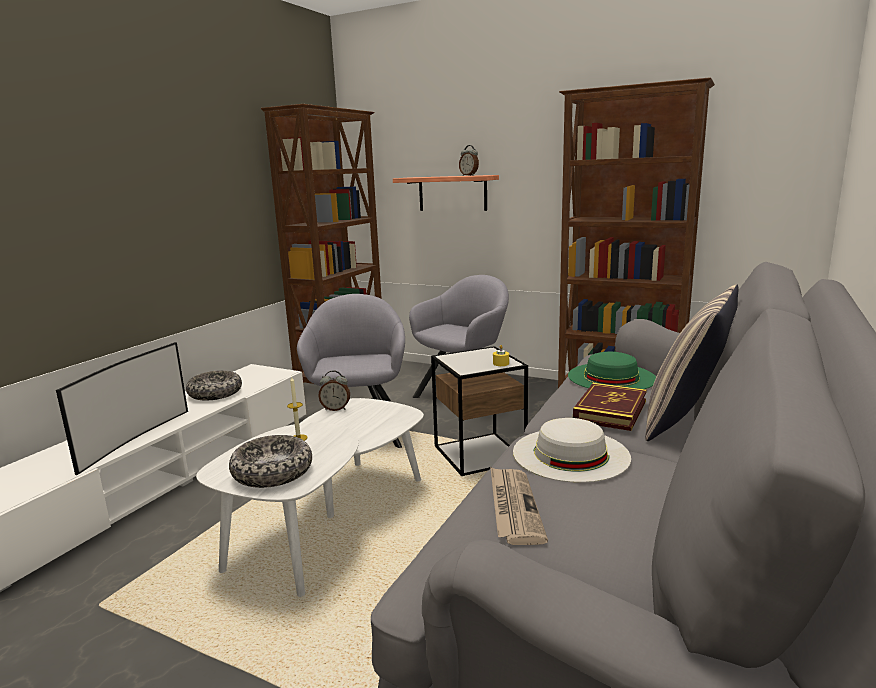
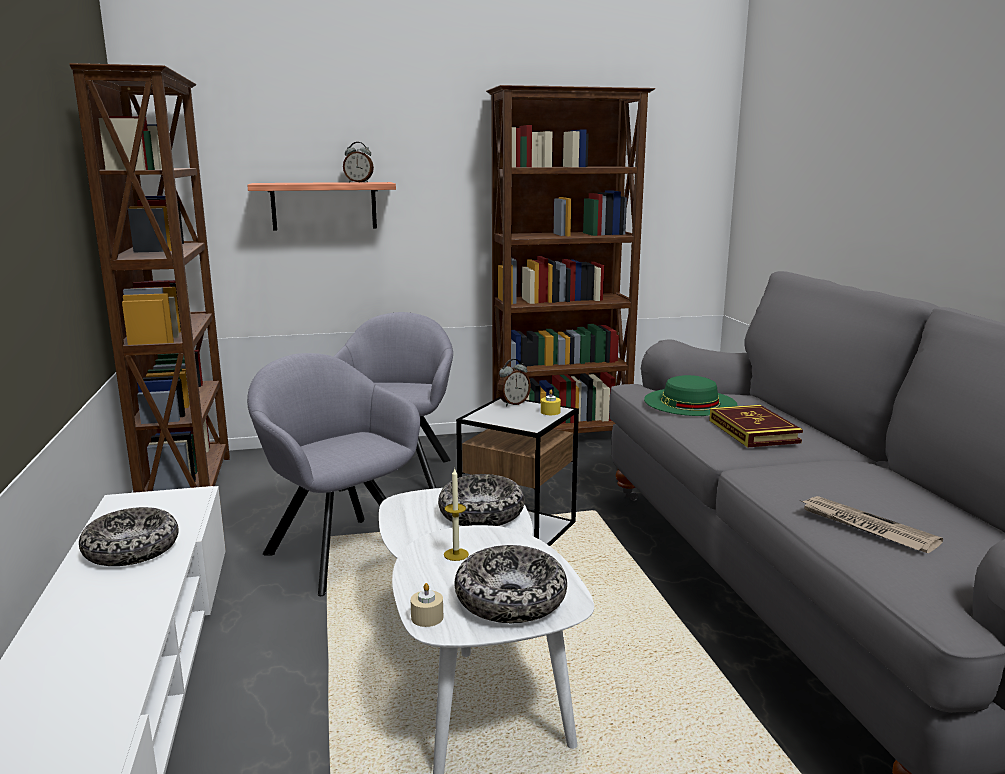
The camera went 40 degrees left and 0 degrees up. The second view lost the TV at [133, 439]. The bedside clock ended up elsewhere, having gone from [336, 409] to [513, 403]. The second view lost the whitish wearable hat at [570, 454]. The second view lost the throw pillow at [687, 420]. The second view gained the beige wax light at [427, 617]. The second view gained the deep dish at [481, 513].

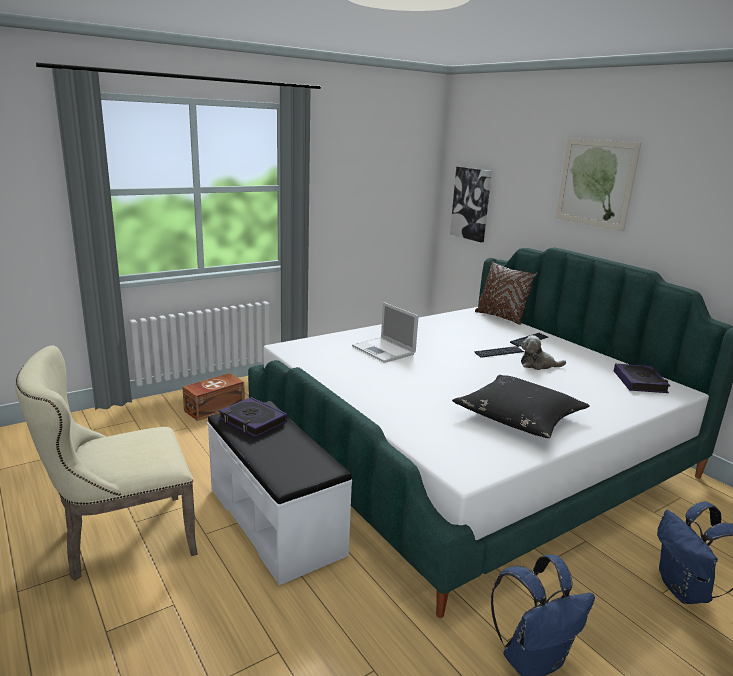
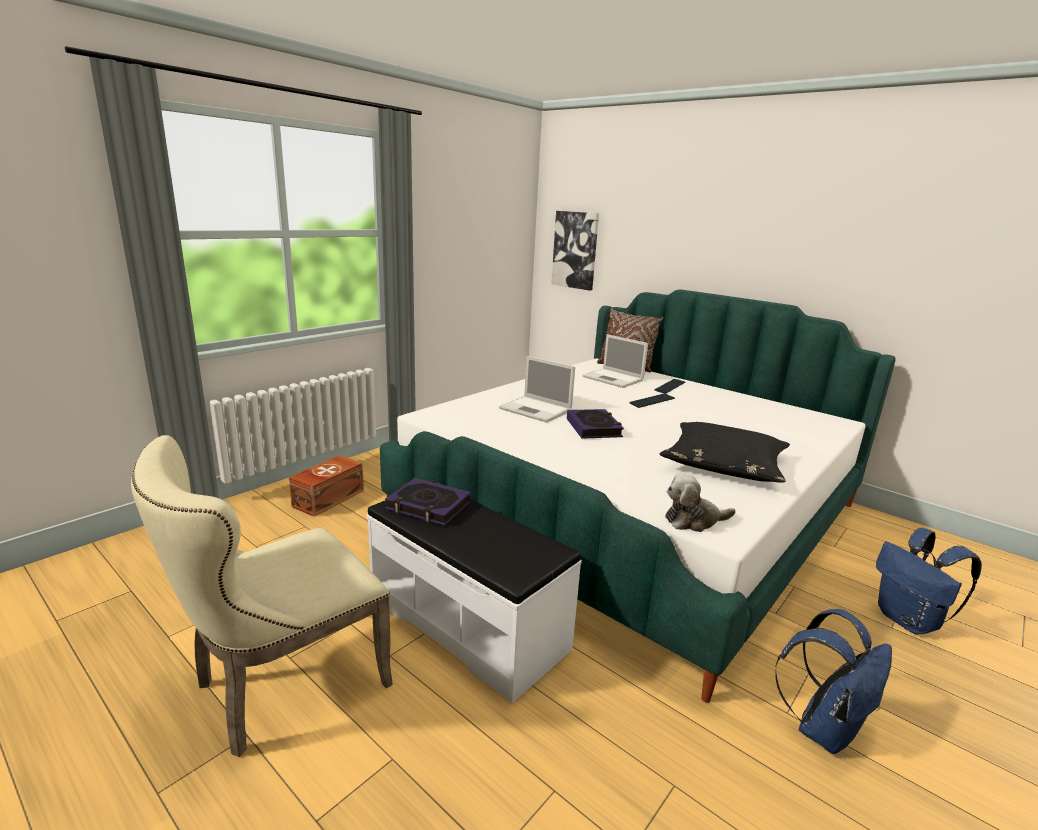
The camera went 15 degrees left and 0 degrees up. The cuddly toy ended up elsewhere, having gone from [538, 365] to [693, 520]. The second view lost the wall picture at [595, 183]. The bound book ended up elsewhere, having gone from [640, 382] to [594, 428]. The second view gained the laptop at [614, 379].

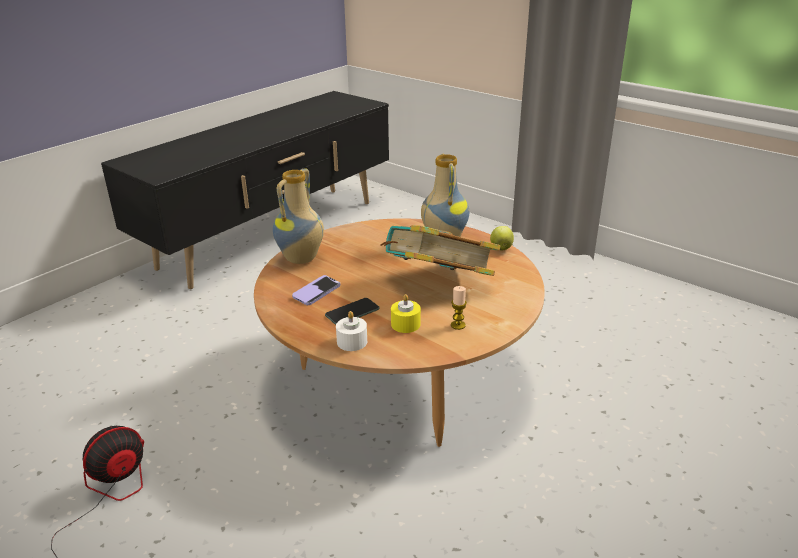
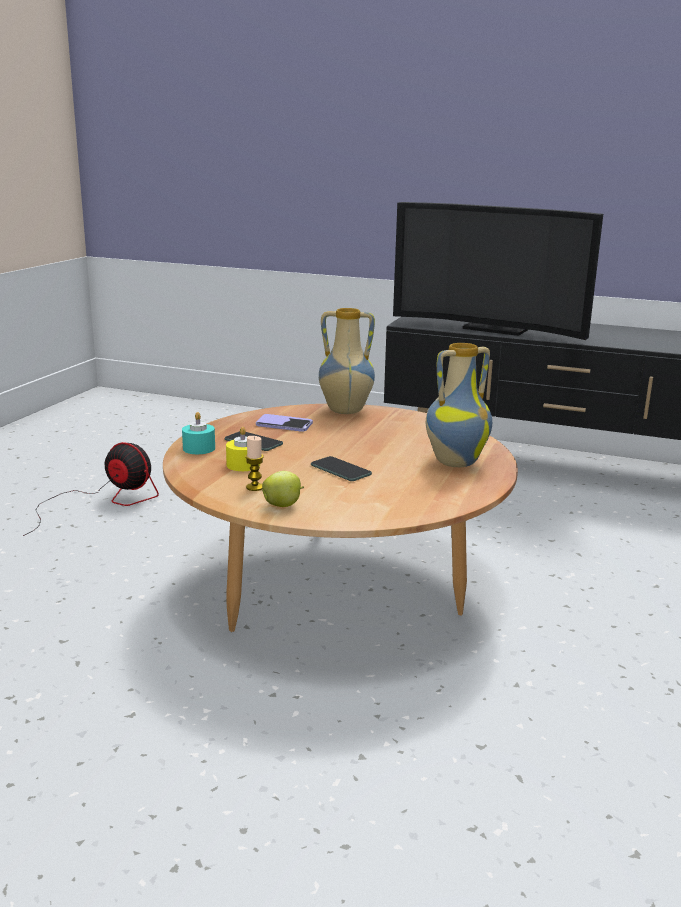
The camera went 70 degrees right and 10 degrees down. What was the whitish wax light at [352, 342] turned into the blue-green wax light at [199, 448]. Where the bound book stood at [437, 284], the handset came to stand at [340, 470]. The apple ended up elsewhere, having gone from [501, 248] to [283, 505]. The second view gained the TV at [494, 328].

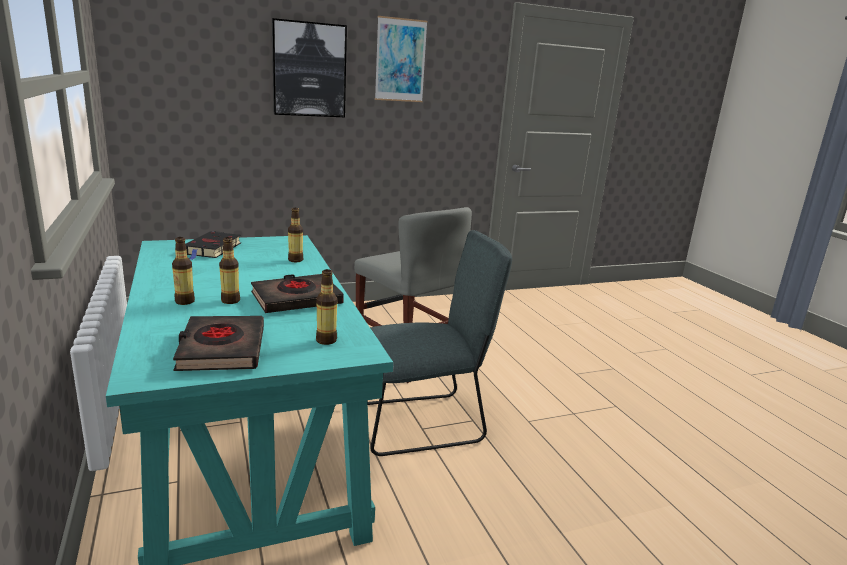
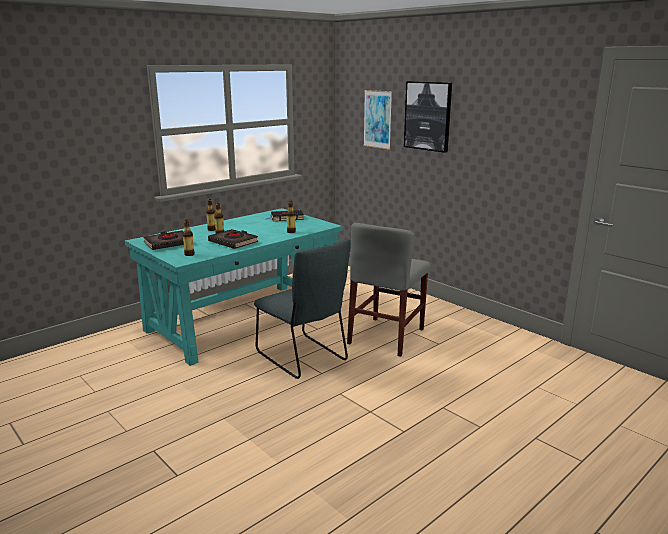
The camera went 70 degrees right and 0 degrees up. The wall picture ended up elsewhere, having gone from [400, 60] to [377, 119].

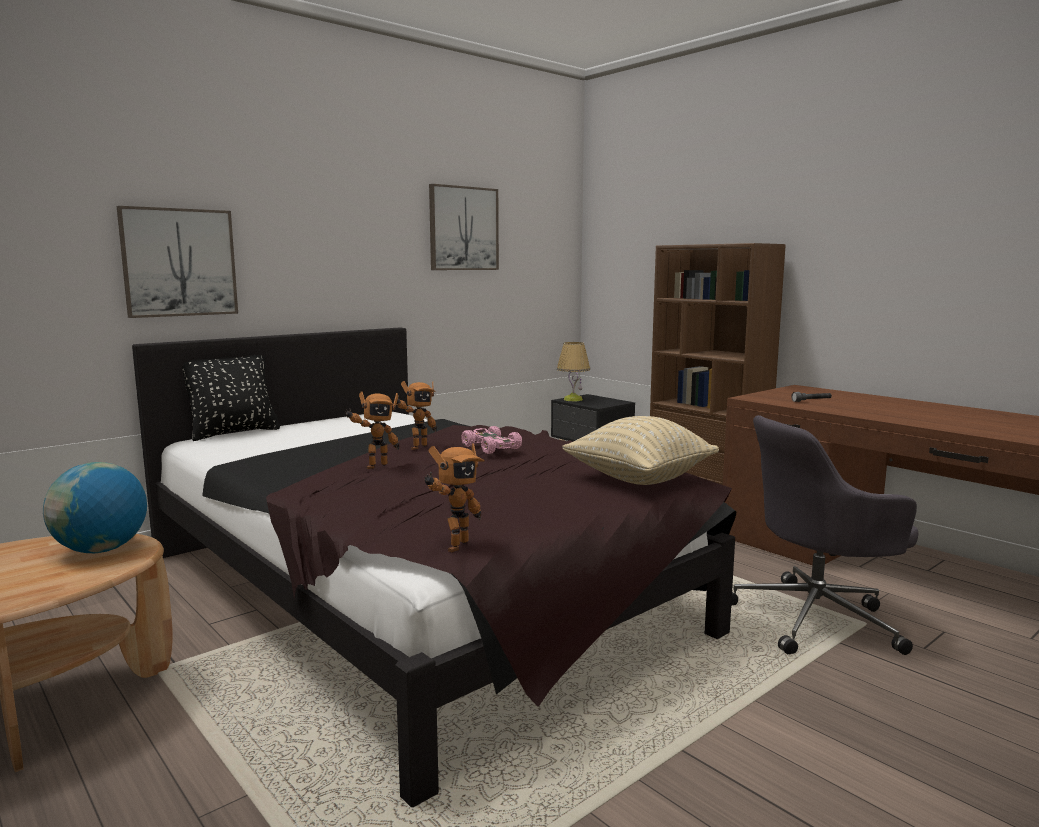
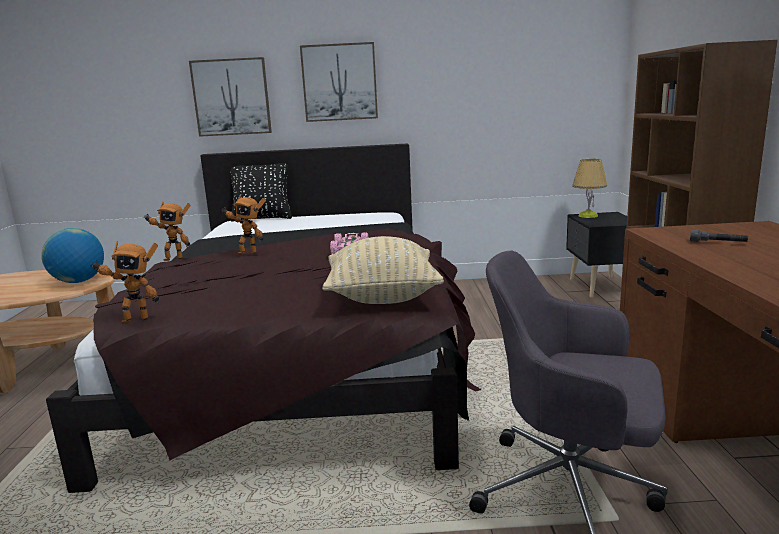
The camera went 40 degrees right and 5 degrees up. The robot figure ended up elsewhere, having gone from [416, 447] to [173, 258]. The wall picture ended up elsewhere, having gone from [463, 228] to [339, 82].

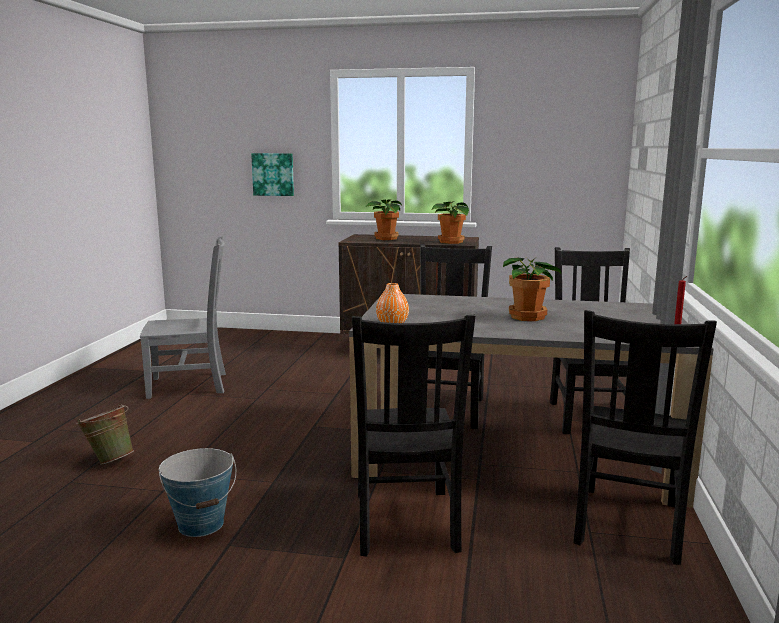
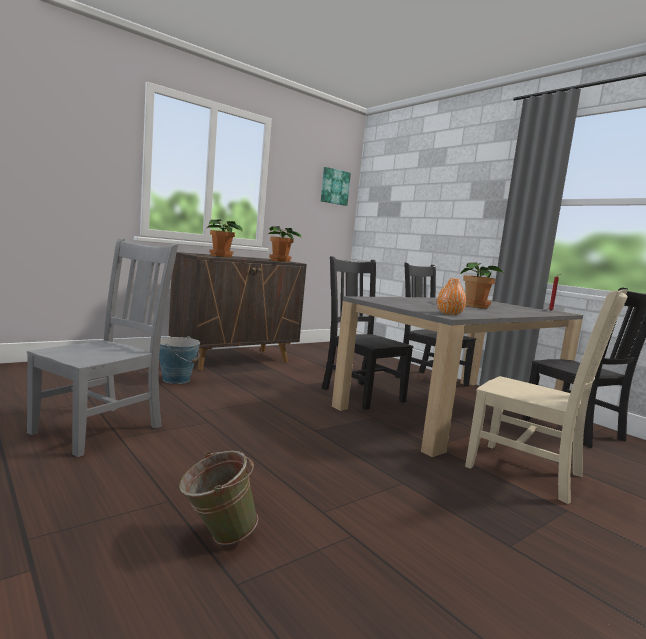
The camera went 50 degrees left and 5 degrees down. The pail ended up elsewhere, having gone from [201, 524] to [176, 379]. The wall picture ended up elsewhere, having gone from [273, 174] to [334, 186]. What was the black chair at [405, 524] turned into the beige chair at [528, 472].

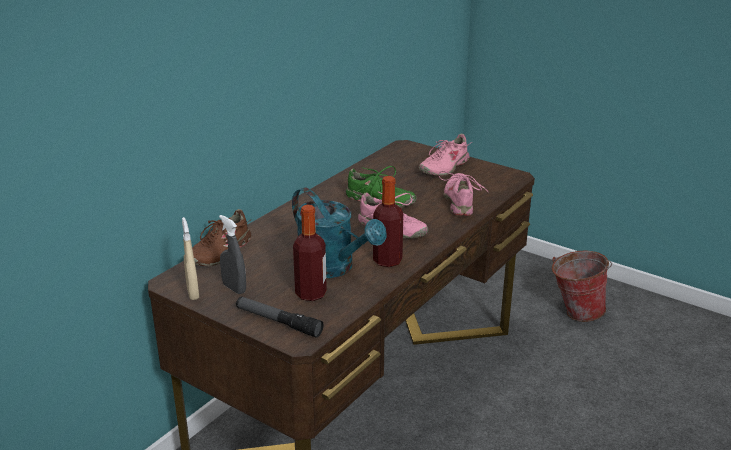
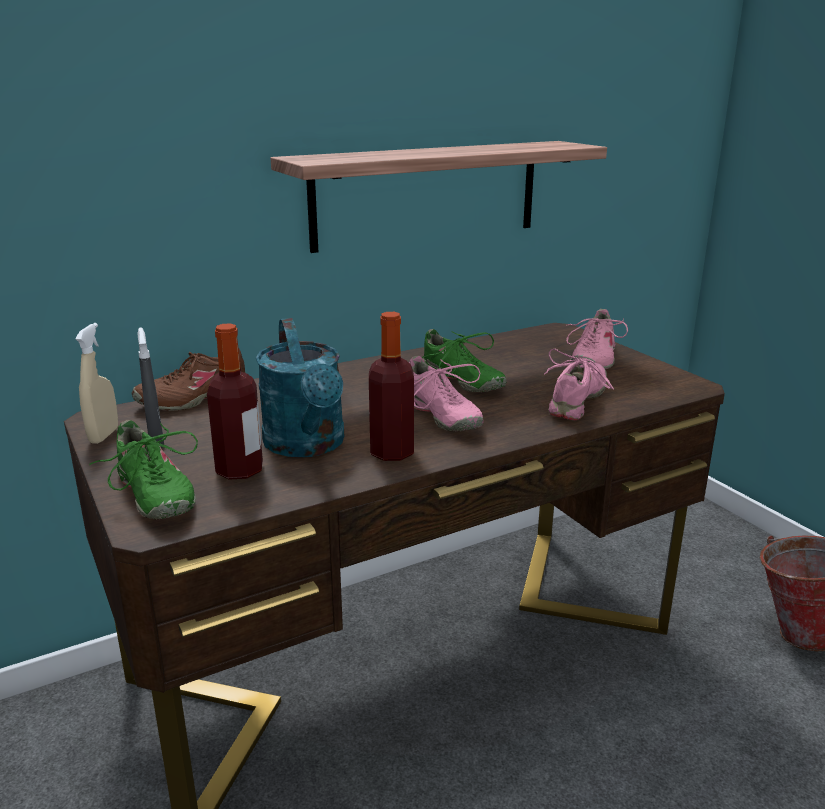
The camera went 25 degrees right and 5 degrees down. Where the flashlight stood at [278, 322], the green-coloured item of footwear came to stand at [153, 495]. The pinkish item of footwear at [444, 167] ended up facing another way, 45 degrees counterclockwise from before. The second view gained the wall shelf at [427, 194].

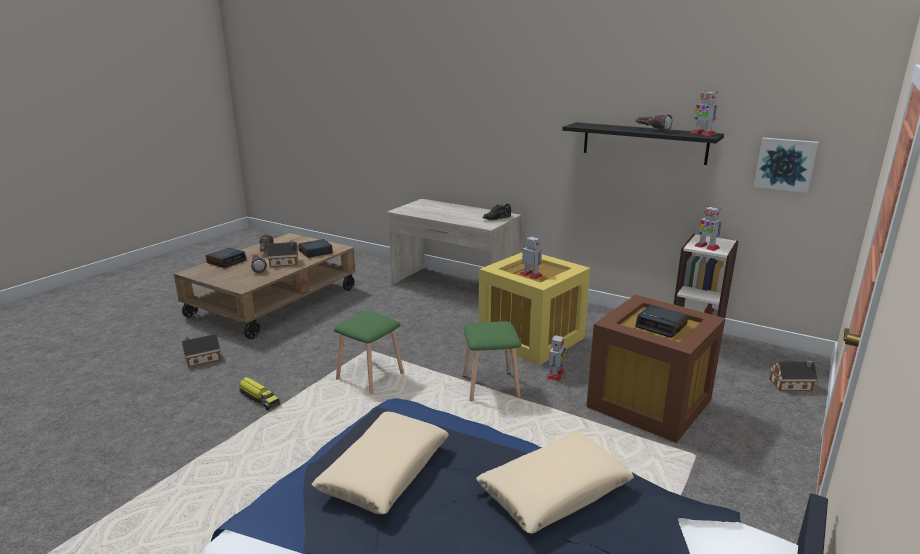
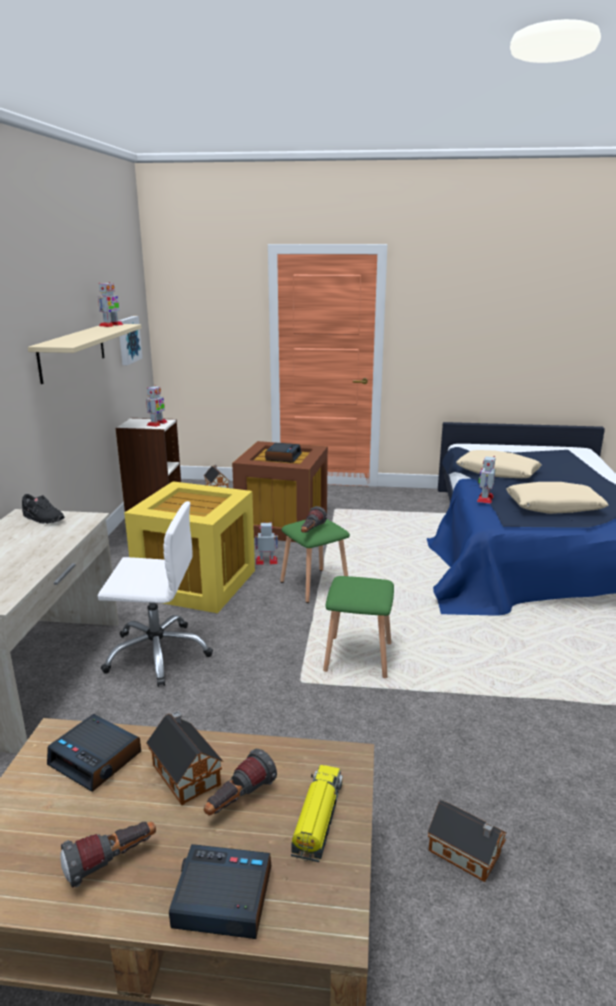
The camera went 115 degrees left and 0 degrees up. The toy truck ended up elsewhere, having gone from [259, 399] to [317, 819]. The robot figure ended up elsewhere, having gone from [531, 275] to [485, 498]. What was the black wall shelf at [644, 143] turned into the beige wall shelf at [72, 351]. The flashlight ended up elsewhere, having gone from [651, 130] to [311, 531]. The second view gained the whitish office chair at [157, 653].

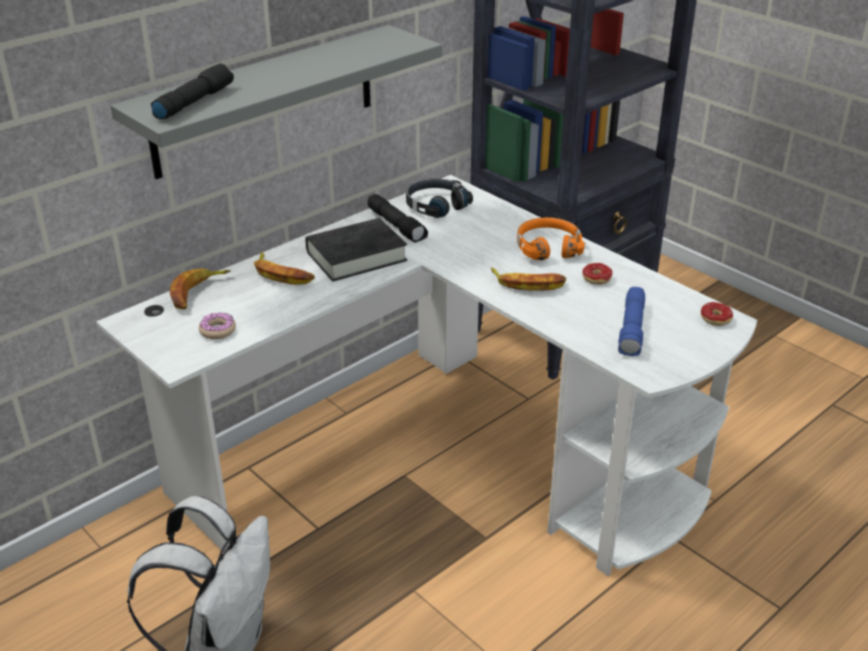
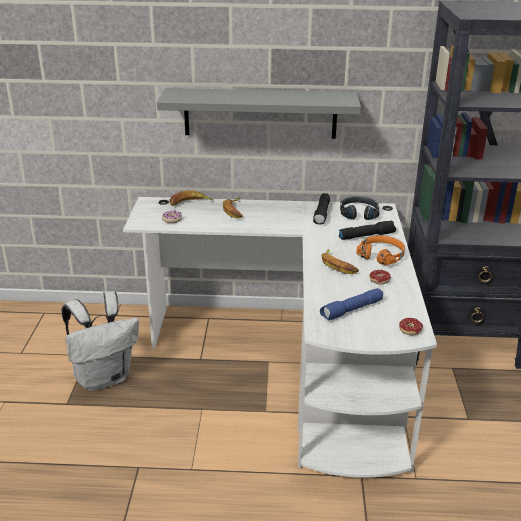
The camera went 45 degrees right and 5 degrees down. The black flashlight ended up elsewhere, having gone from [193, 102] to [367, 235]. The second view lost the black bound book at [356, 256].

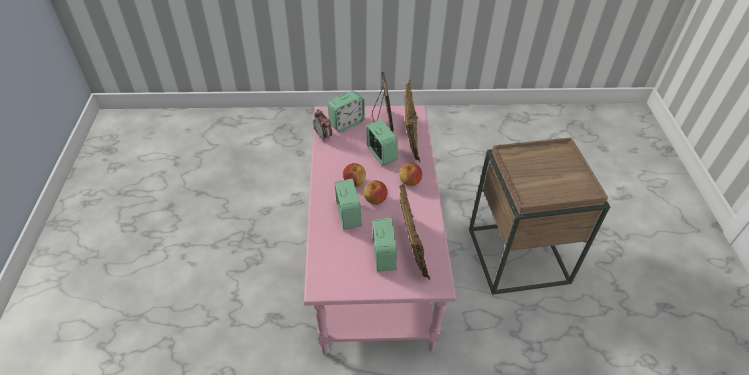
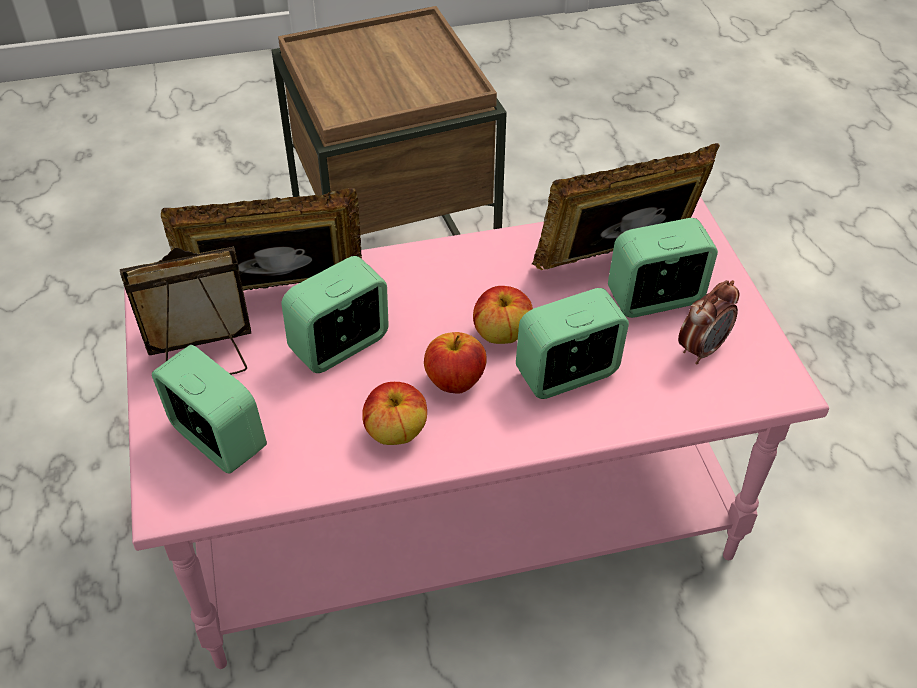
The camera went 100 degrees left and 0 degrees up. The bedside clock ended up elsewhere, having gone from [323, 136] to [702, 349]. The apple ended up elsewhere, having gone from [409, 182] to [396, 432].

